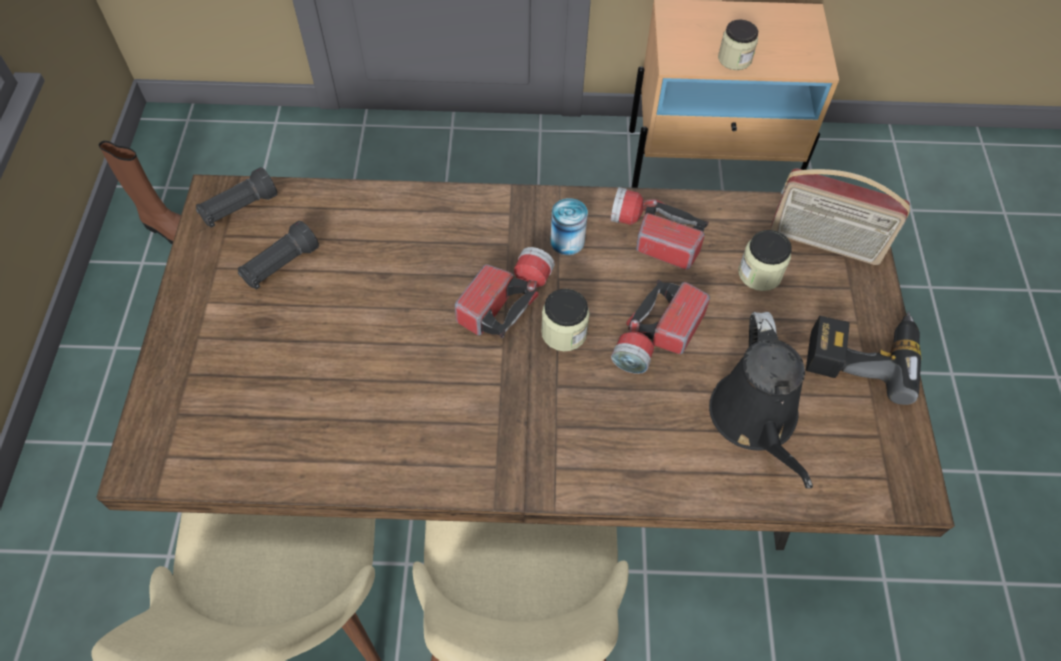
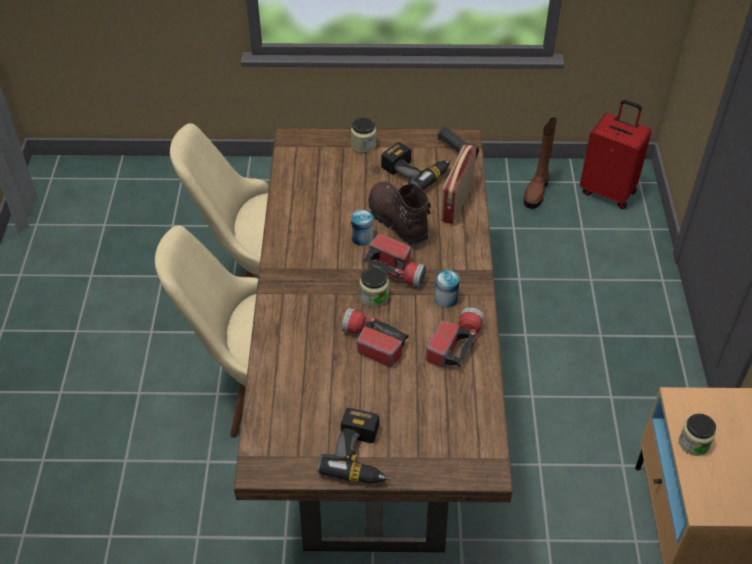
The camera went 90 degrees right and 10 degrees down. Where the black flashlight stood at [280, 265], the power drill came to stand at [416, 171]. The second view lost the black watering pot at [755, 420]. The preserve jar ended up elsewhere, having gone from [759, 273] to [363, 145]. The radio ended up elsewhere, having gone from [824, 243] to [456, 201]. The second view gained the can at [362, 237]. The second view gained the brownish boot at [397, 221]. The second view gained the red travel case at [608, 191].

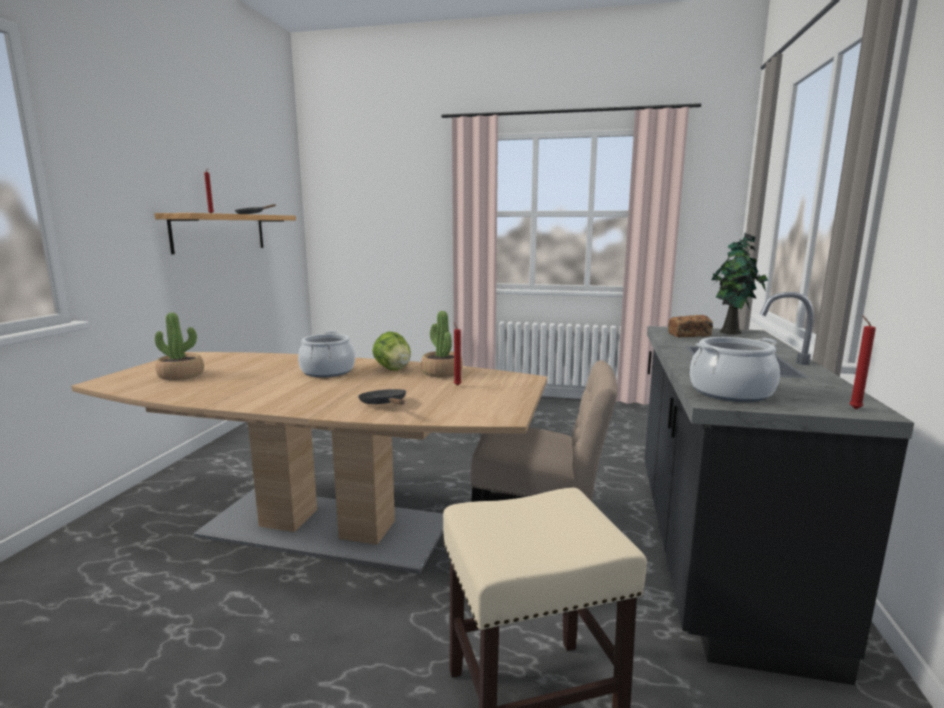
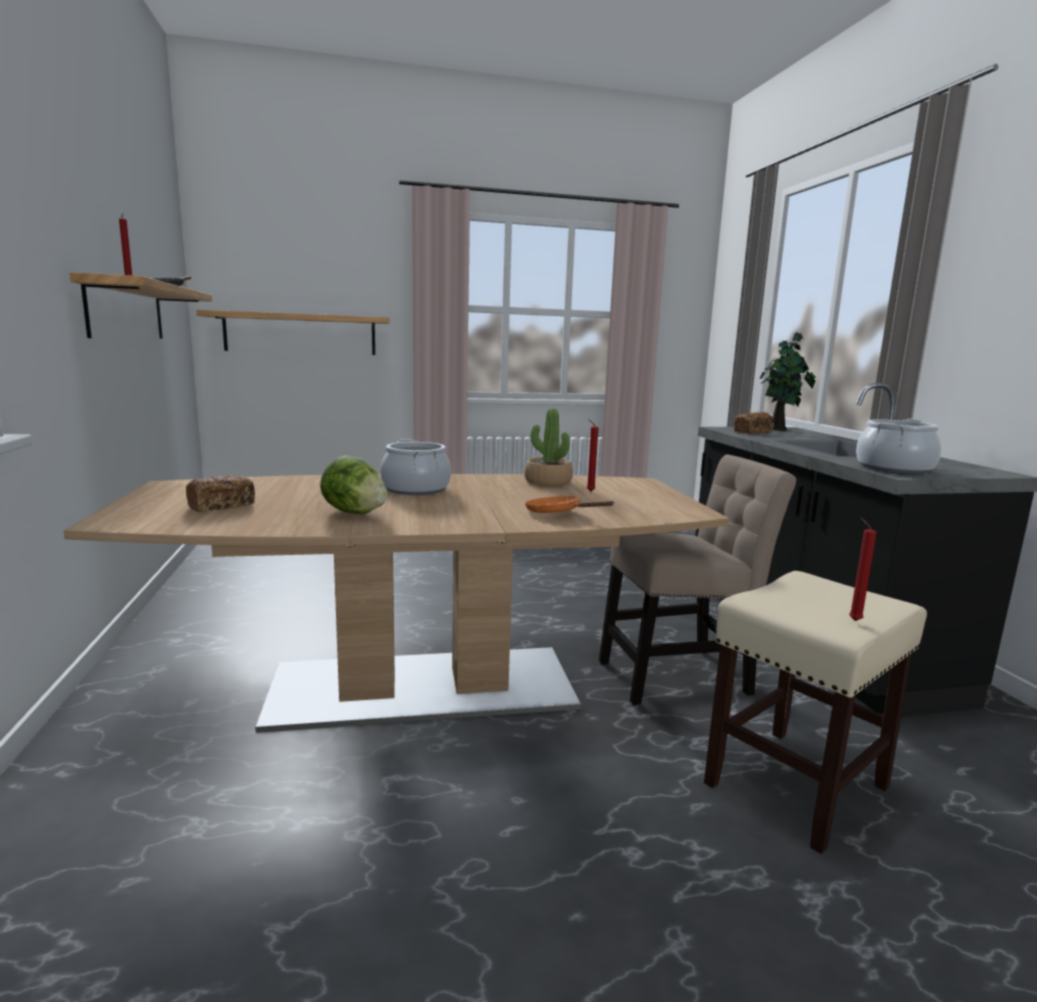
The camera went 25 degrees left and 0 degrees up. Where the houseplant stood at [181, 375], the bakery bread came to stand at [222, 506]. What was the black pan at [385, 404] turned into the orange pan at [558, 513]. The lettuce head ended up elsewhere, having gone from [393, 369] to [354, 513]. The red wax light ended up elsewhere, having gone from [853, 408] to [853, 620]. The second view gained the wall shelf at [300, 334].

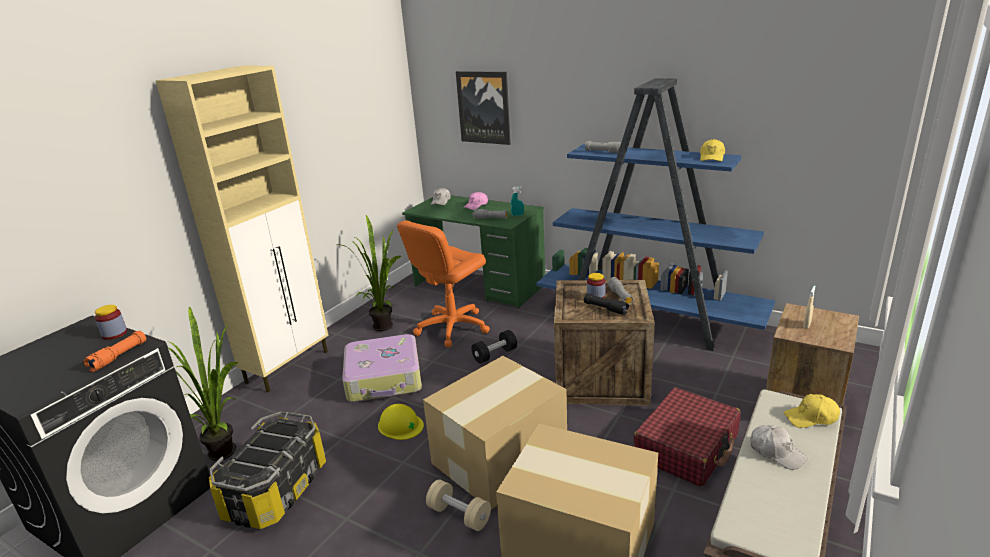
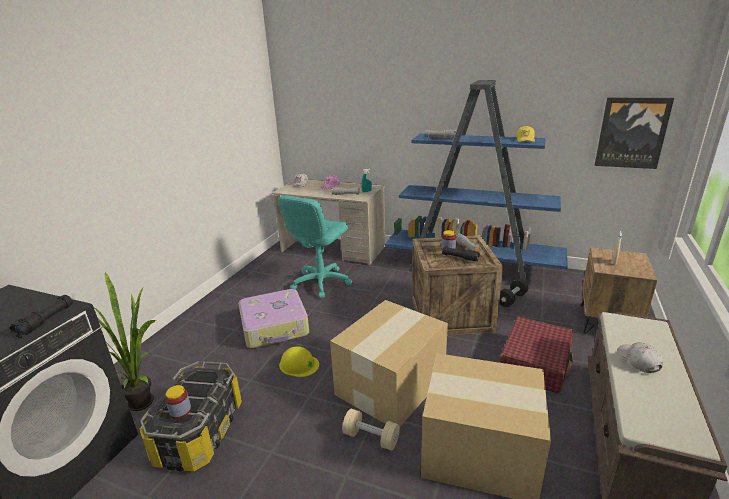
The camera went 10 degrees left and 0 degrees up. What was the orange flashlight at [119, 357] turned into the black flashlight at [46, 321]. The preserve jar ended up elsewhere, having gone from [114, 334] to [180, 411]. The second view lost the beige storage cabinet at [289, 366]. The second view lost the houseplant at [385, 324]. What was the orange office chair at [452, 327] turned into the blue-green office chair at [320, 282]. What was the green-coloured desk unit at [479, 285] turned into the beige desk unit at [333, 249]. The wall picture ended up elsewhere, having gone from [484, 107] to [631, 133]. The black free weight ended up elsewhere, having gone from [495, 355] to [511, 299]. The whitish peaked cap at [776, 452] ended up facing another way, 135 degrees counterclockwise from before. The second view lost the yellow peaked cap at [811, 418].

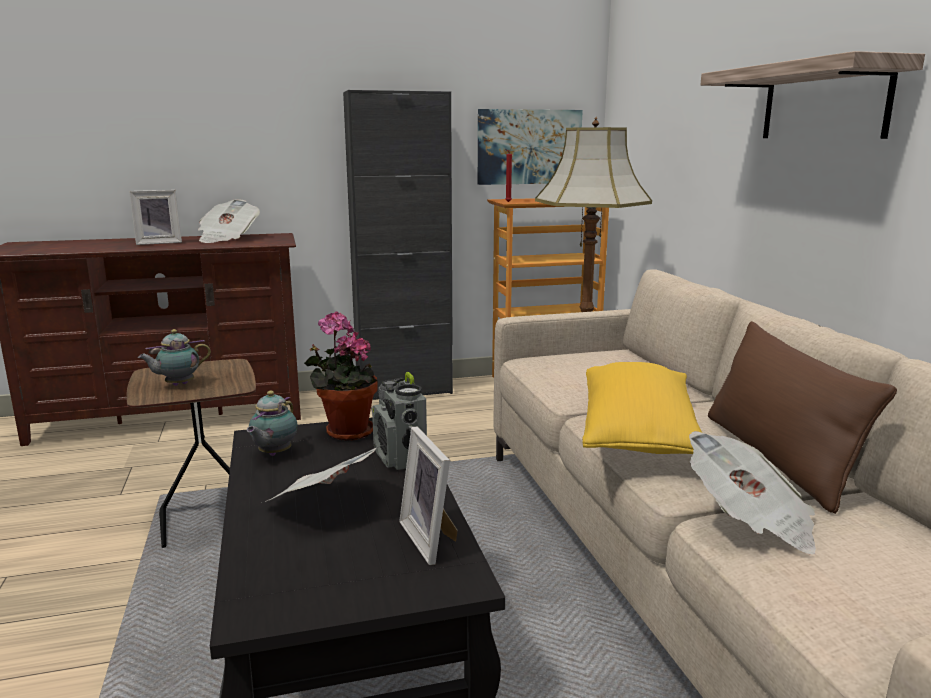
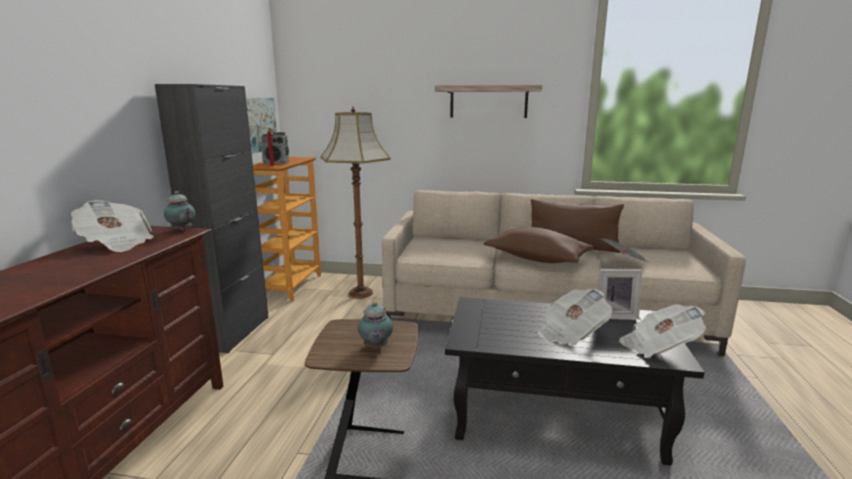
The camera went 65 degrees left and 0 degrees up. The second view lost the picture frame at [159, 243]. The tea pot ended up elsewhere, having gone from [273, 454] to [182, 230]. The second view lost the houseplant at [345, 432]. The radio ended up elsewhere, having gone from [400, 458] to [276, 163]. What was the yellow throw pillow at [638, 434] turned into the brownish throw pillow at [537, 259]. The second view gained the newspaper at [658, 347].

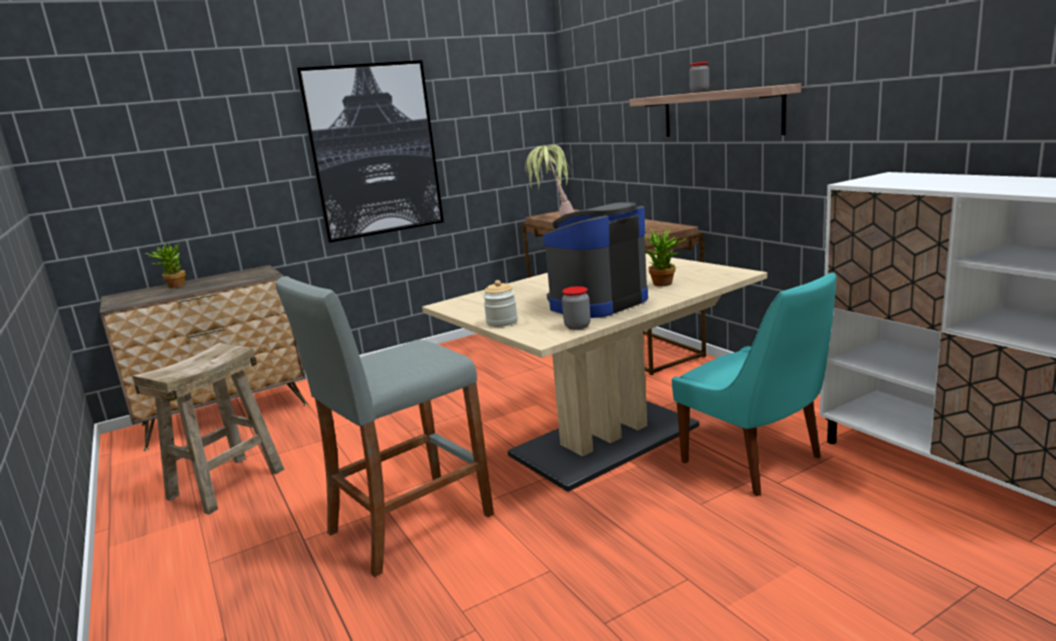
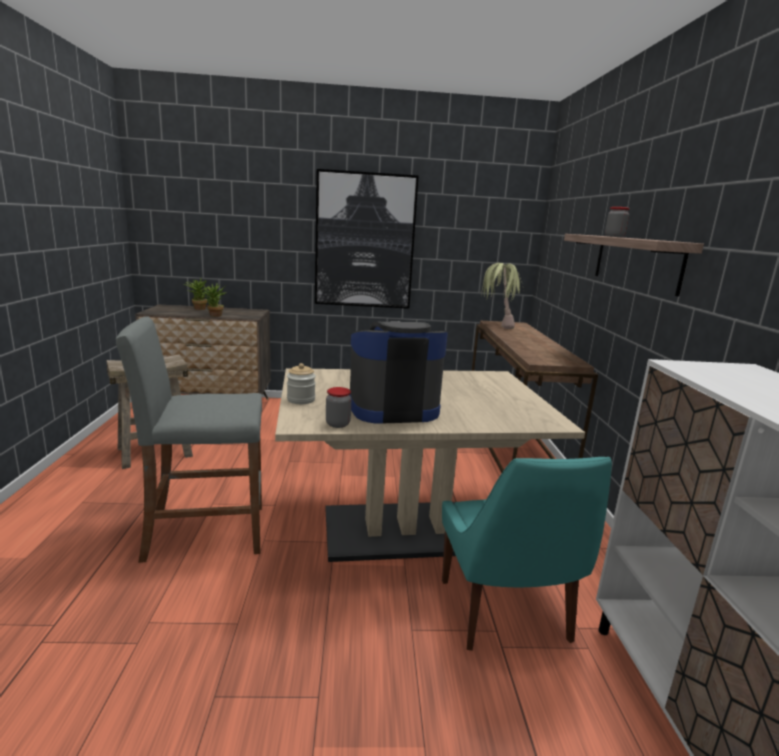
The camera went 25 degrees right and 0 degrees up. The houseplant ended up elsewhere, having gone from [665, 284] to [215, 316].

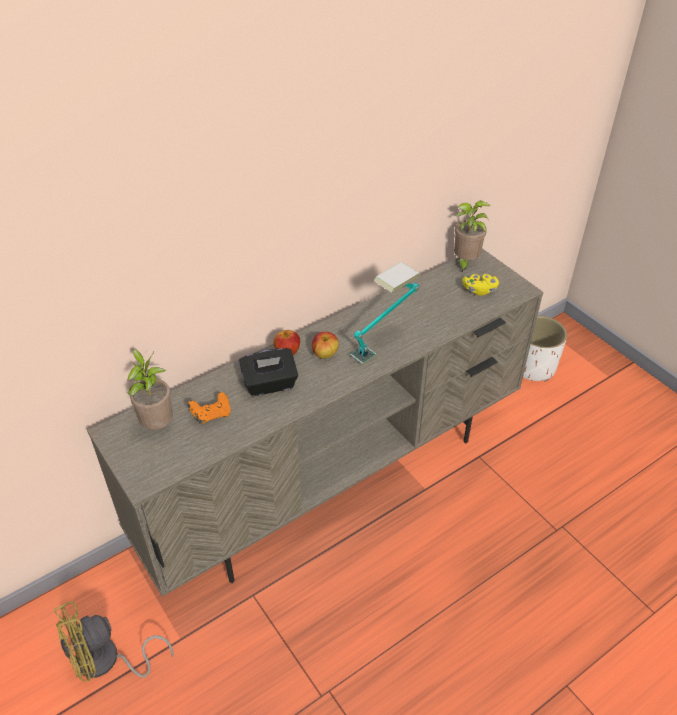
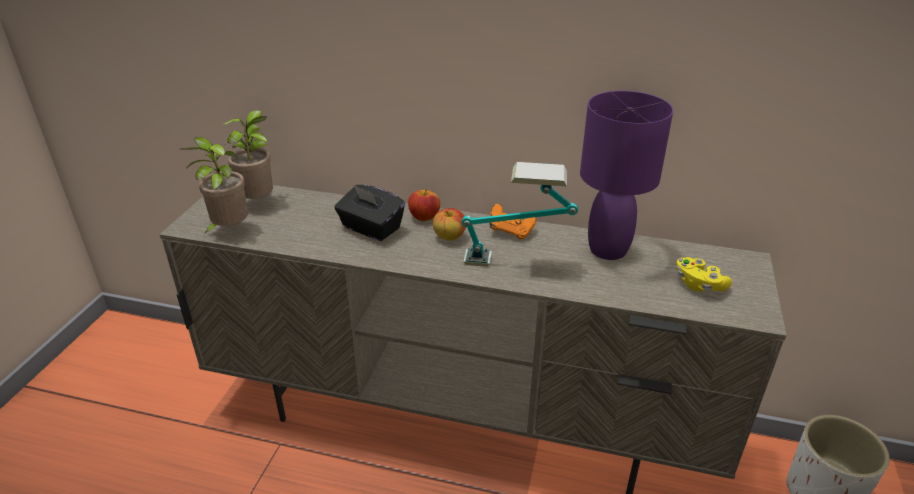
The camera went 50 degrees right and 10 degrees down. The second view lost the yellow electric fan at [106, 662]. The orange game controller ended up elsewhere, having gone from [211, 415] to [510, 232]. The houseplant ended up elsewhere, having gone from [465, 262] to [229, 230]. The second view gained the purplish lamp for a table at [608, 249].

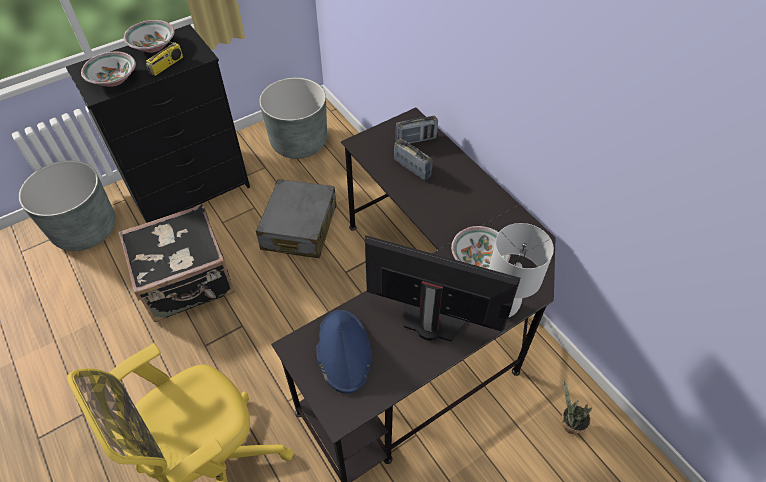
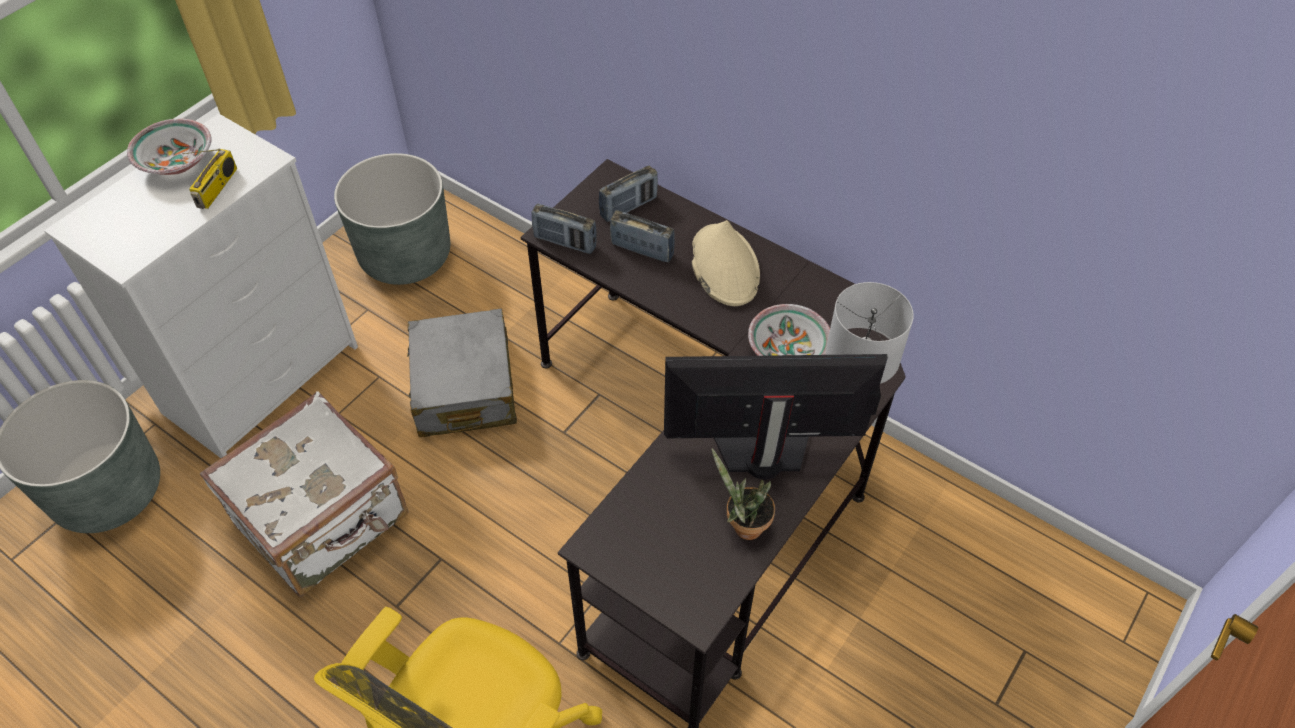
The camera went 20 degrees left and 0 degrees up. What was the black chest of drawers at [191, 190] turned into the whitish chest of drawers at [263, 378]. The second view lost the deep dish at [113, 79]. What was the black travel case at [188, 282] turned into the whitish travel case at [324, 520]. The second view lost the blue wearable hat at [343, 350]. The houseplant ended up elsewhere, having gone from [568, 424] to [743, 526]. The second view gained the radio at [565, 242]. The second view gained the beige wearable hat at [724, 266].

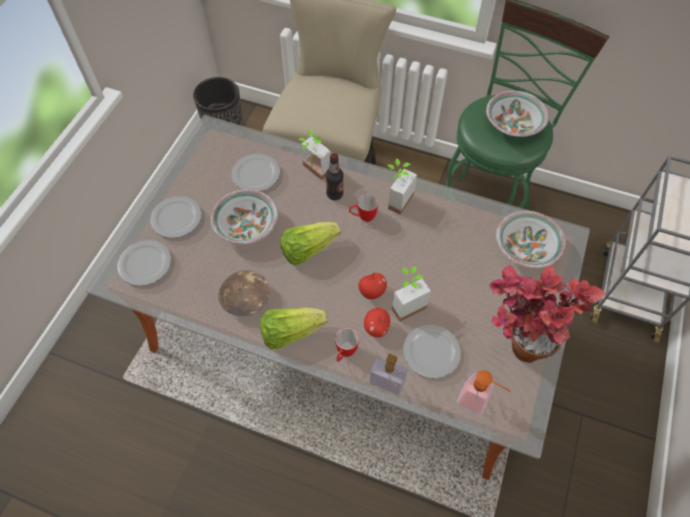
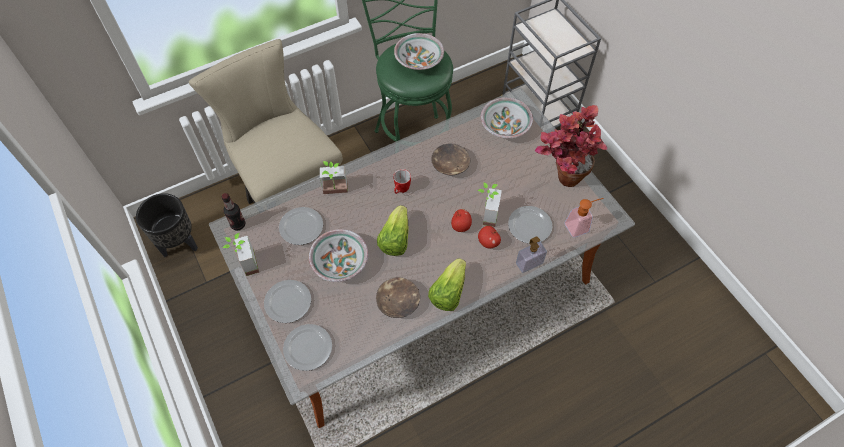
The camera went 50 degrees left and 0 degrees up. The drink bottle ended up elsewhere, having gone from [334, 194] to [238, 224]. The second view lost the tea mug at [344, 353]. The houseplant ended up elsewhere, having gone from [395, 199] to [244, 264]. The second view gained the brownish deep dish at [450, 165].

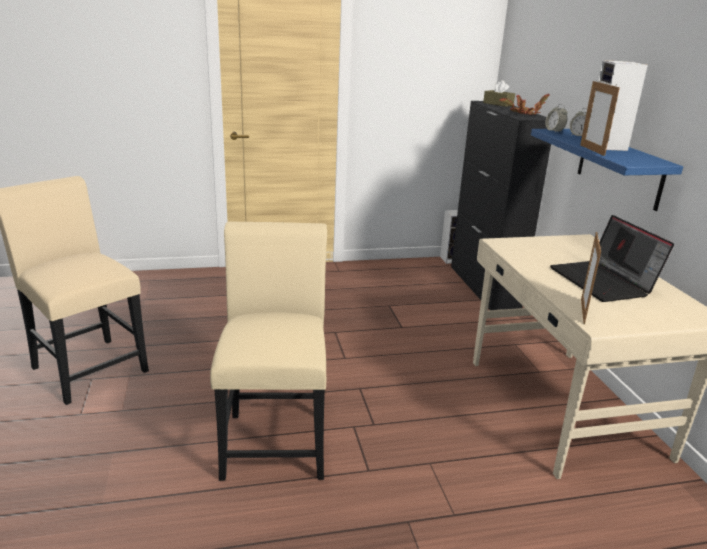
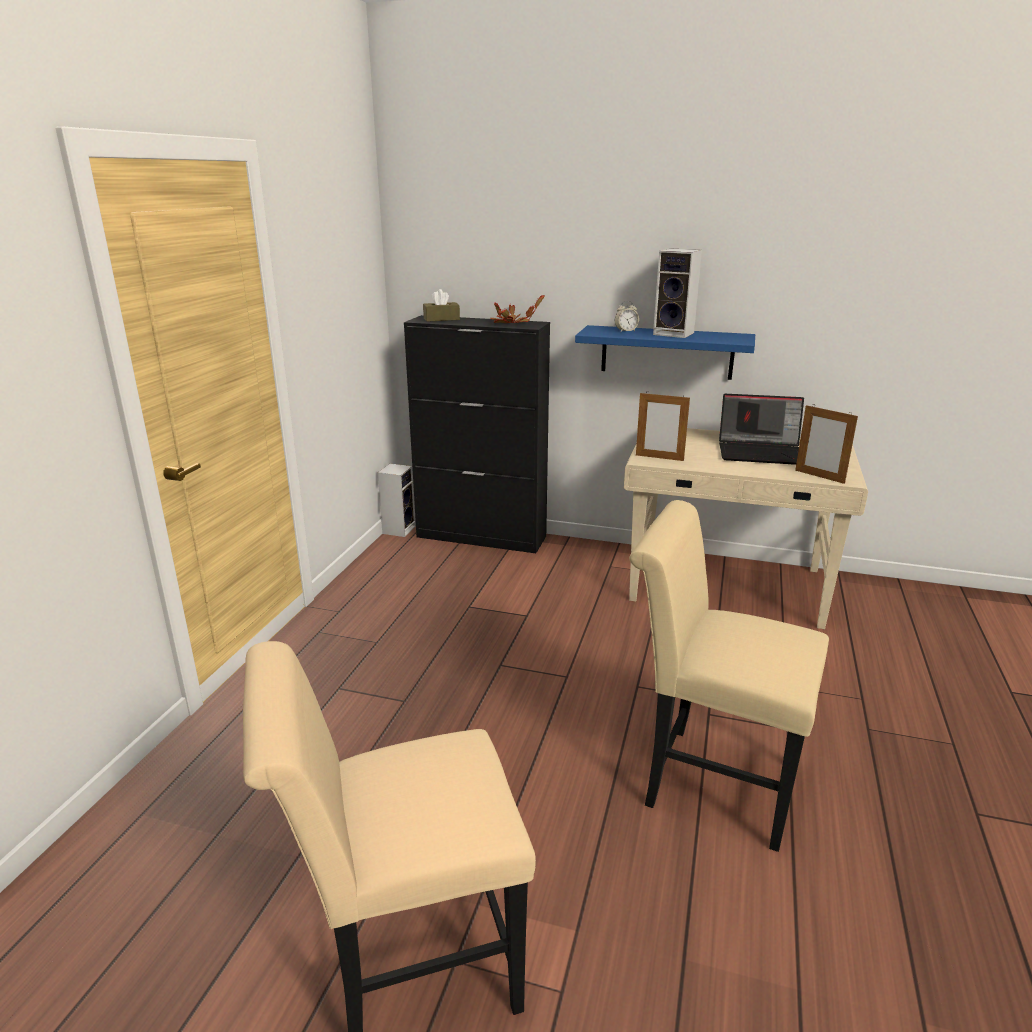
The camera went 60 degrees left and 0 degrees up. The second view lost the bedside clock at [554, 131]. The picture frame ended up elsewhere, having gone from [592, 150] to [659, 458].

